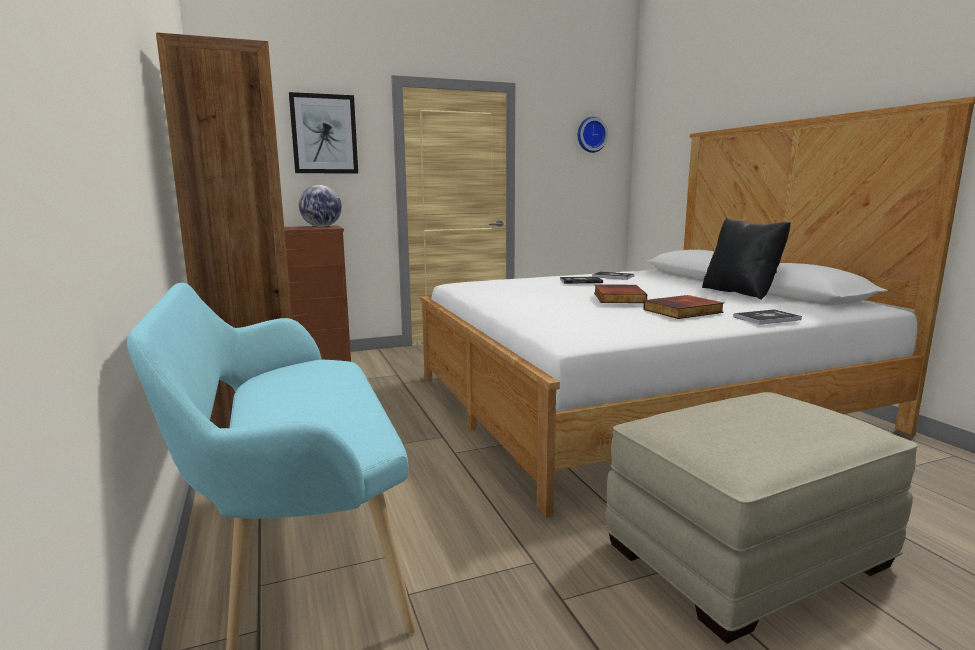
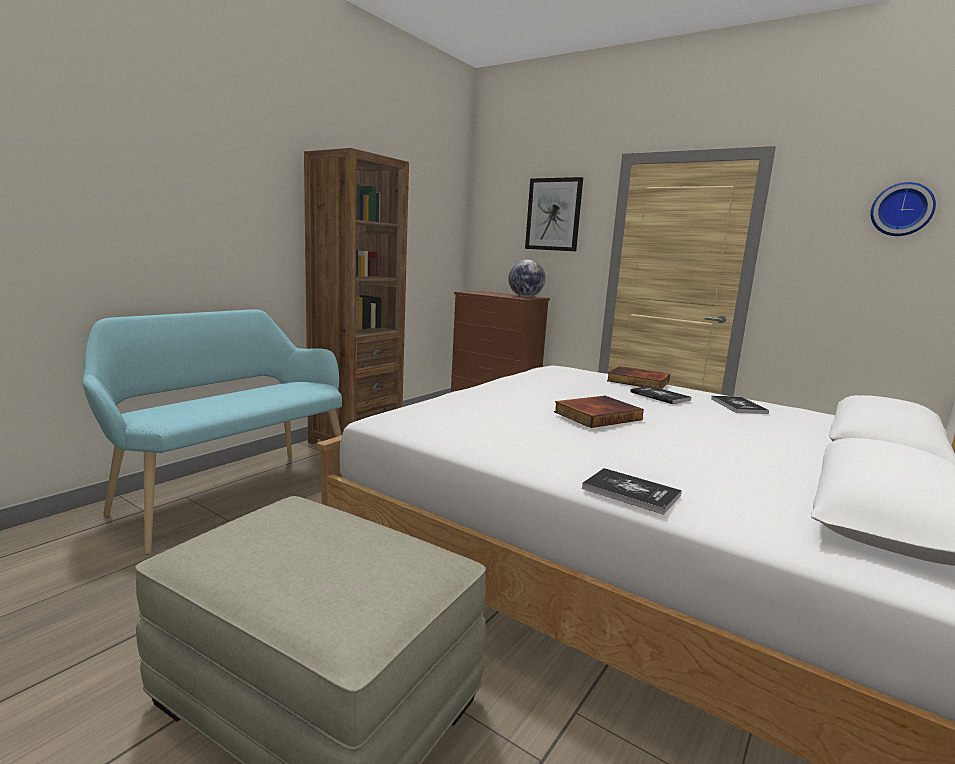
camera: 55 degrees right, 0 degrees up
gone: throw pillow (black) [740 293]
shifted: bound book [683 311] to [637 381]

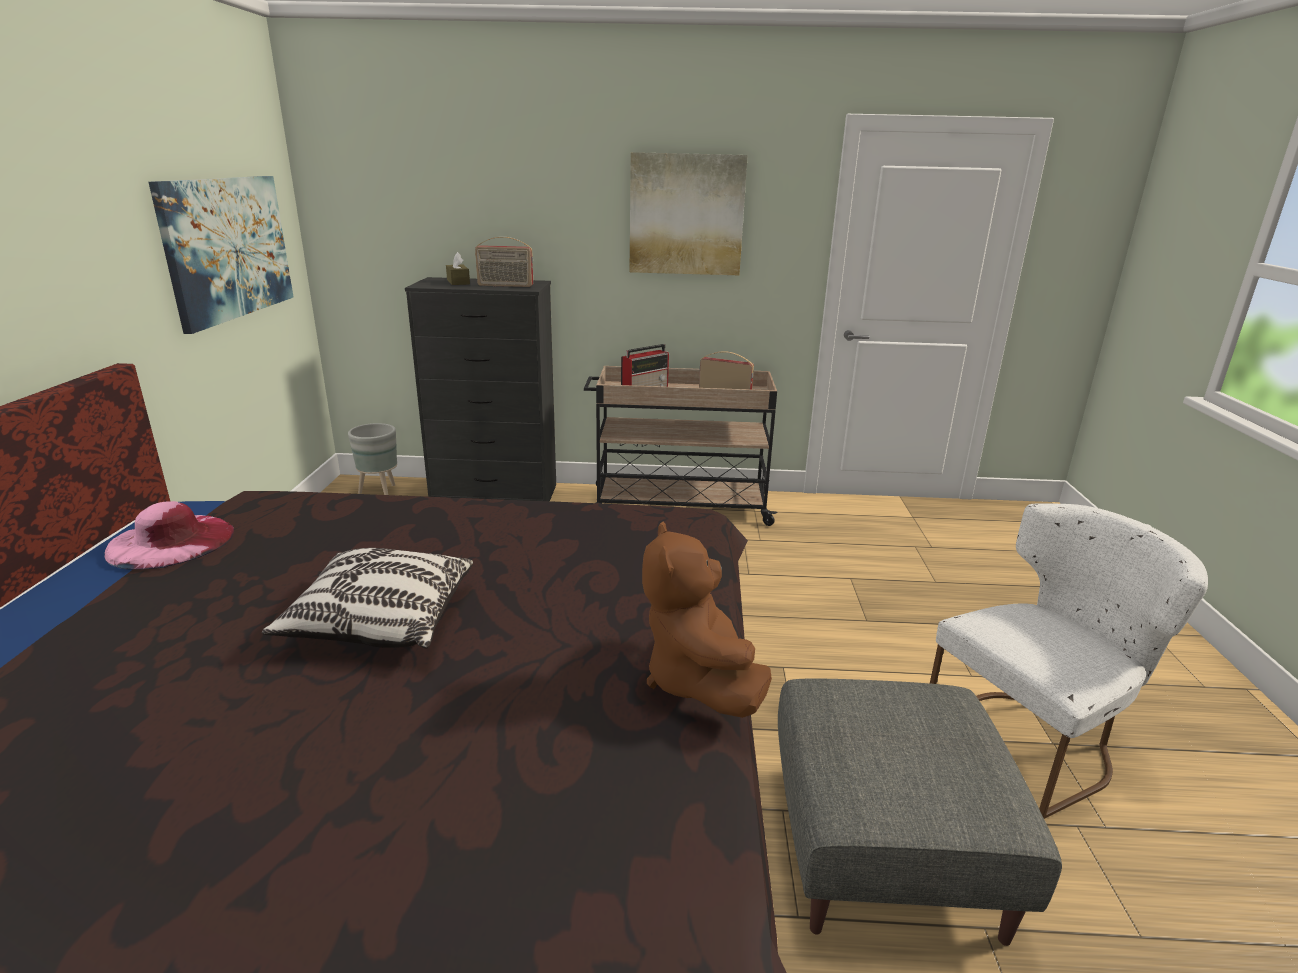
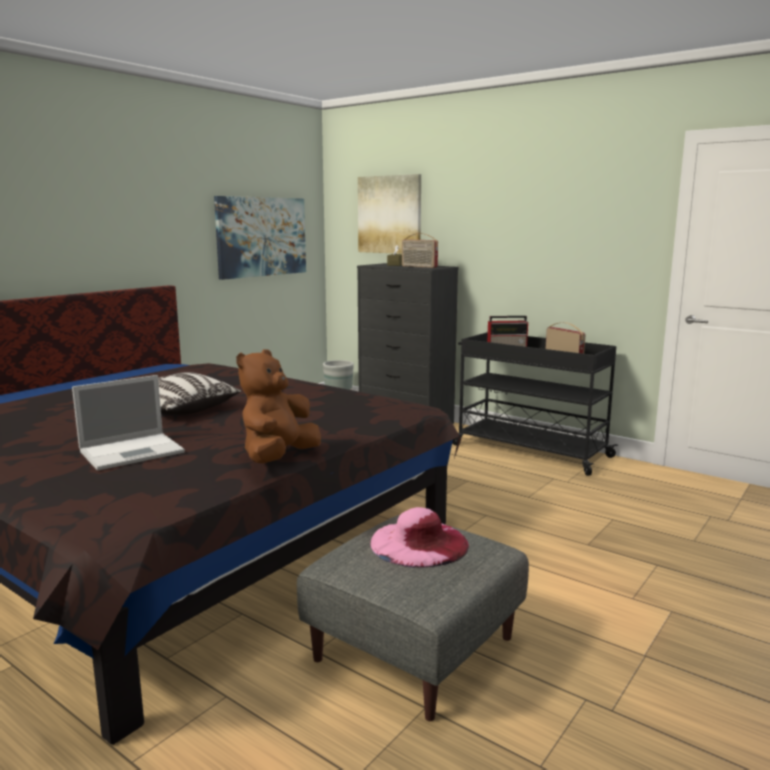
camera: 35 degrees right, 10 degrees down
gone: chair (white) [1031 741]
new: laptop [133 451]
shifted: picture [686 215] to [389 214]; hat (pinkish) [171 541] to [419 543]
repainted: wheeled cart (beige) [678 505] to wheeled cart (black) [528 450]

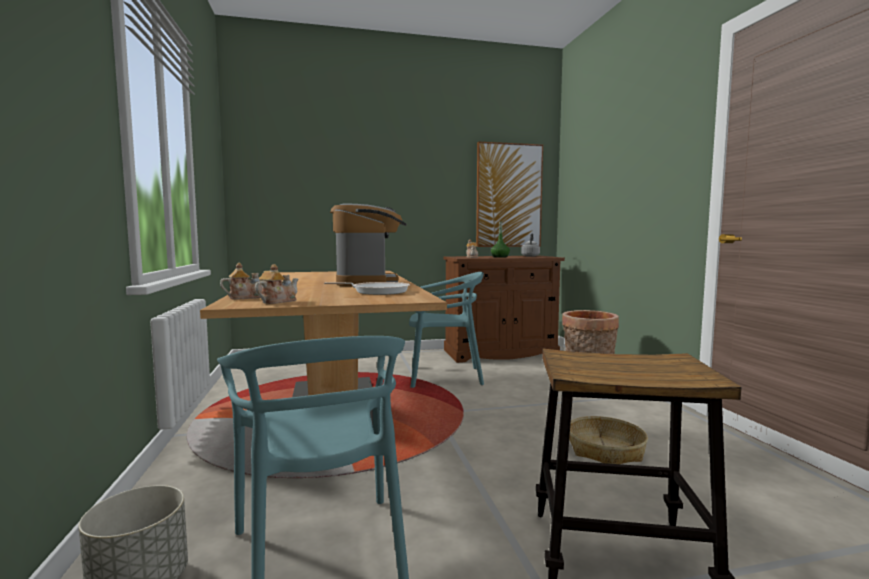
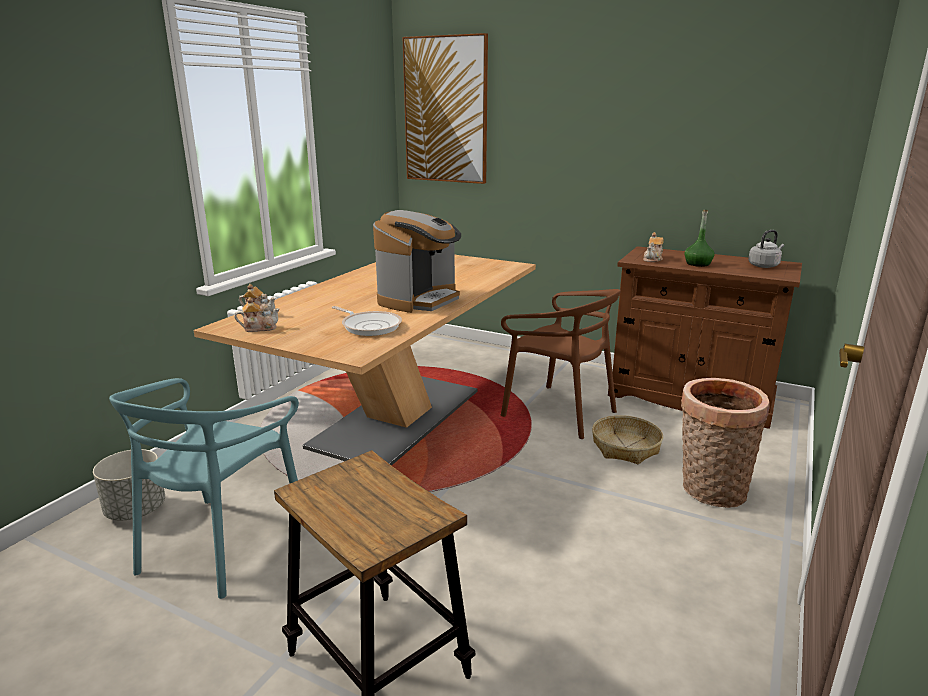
camera: 40 degrees right, 15 degrees up
shifted: picture [508 195] to [446 110]; storage basket [605 450] to [625 448]
repainted: chair (turquoise) [444 376] to chair (brownish) [559 412]

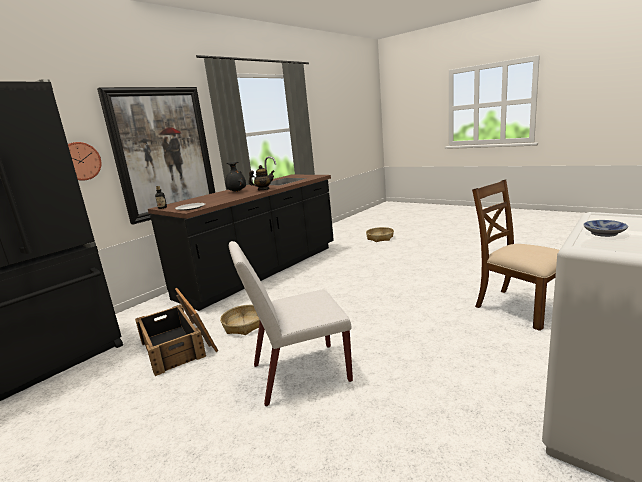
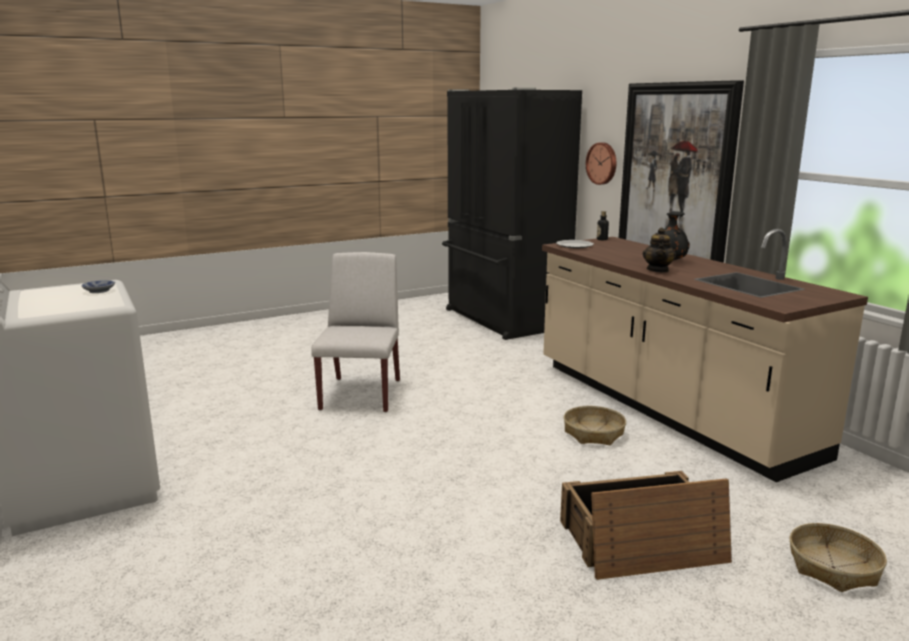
camera: 110 degrees right, 0 degrees up
gone: chair (brownish) [518 307]
shifted: shipping crate [179 345] to [640 542]; storage basket [244 325] to [593 433]
repainted: counter (black) [262 271] to counter (beige) [666 408]

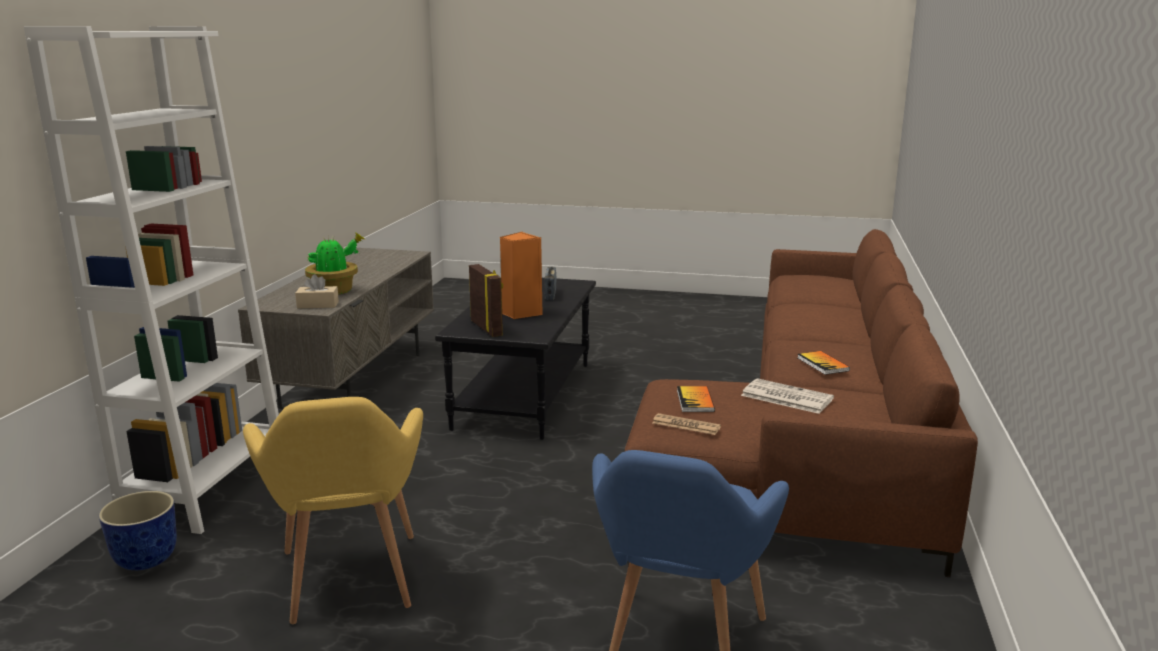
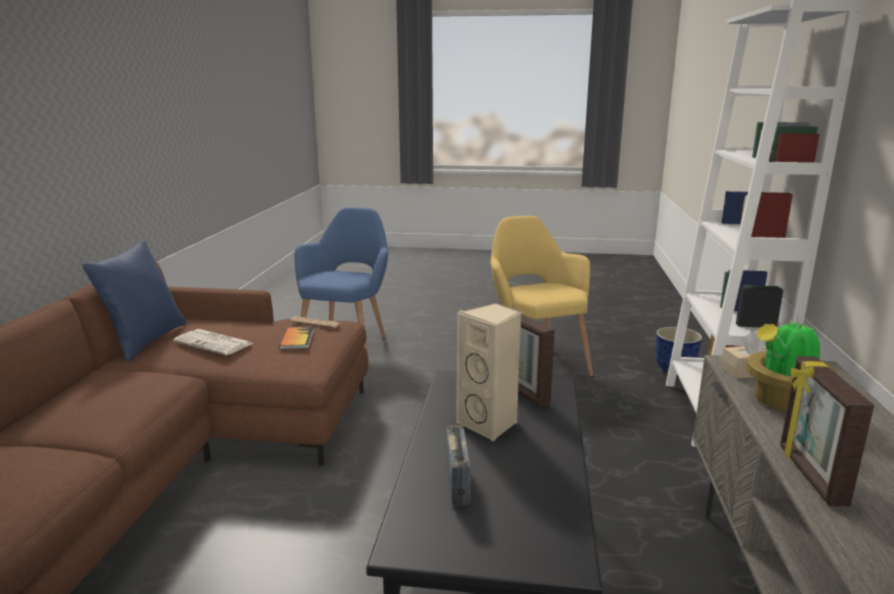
camera: 175 degrees right, 0 degrees up
gone: bound book [823 364]
new: throw pillow (blue) [145 341]; standing frame [810 475]
repainted: speaker (orange) [520 313] to speaker (beige) [489 424]

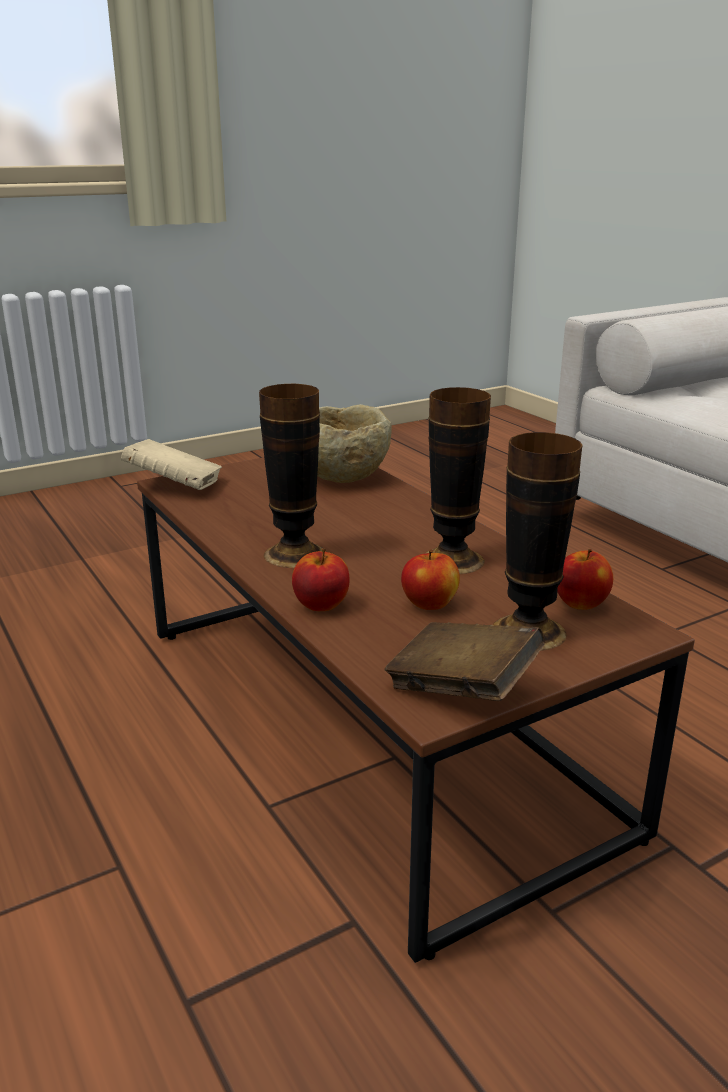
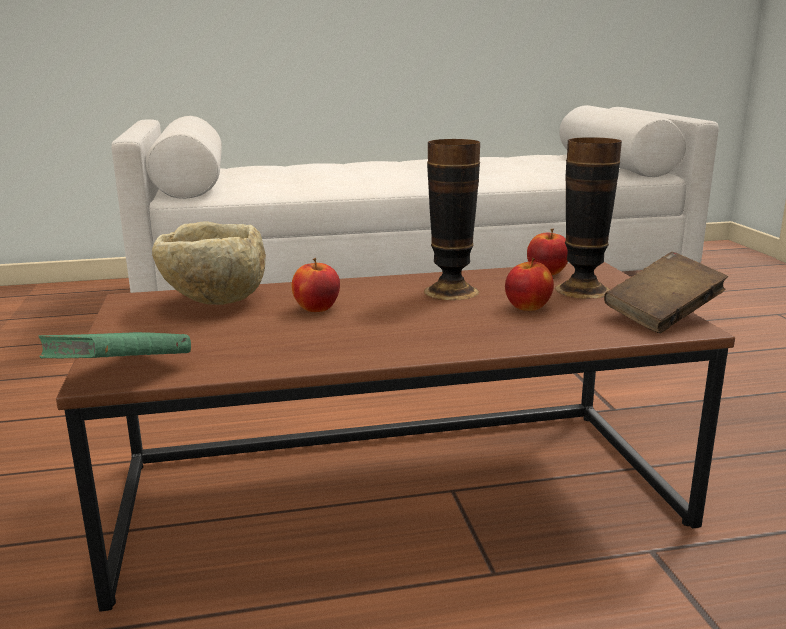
camera: 70 degrees left, 5 degrees down
gone: vase [294 554]
shifted: whole apple [321 605] to [316 309]
repainted: bound book (beige) [174 486] to bound book (green-coloured) [121 376]

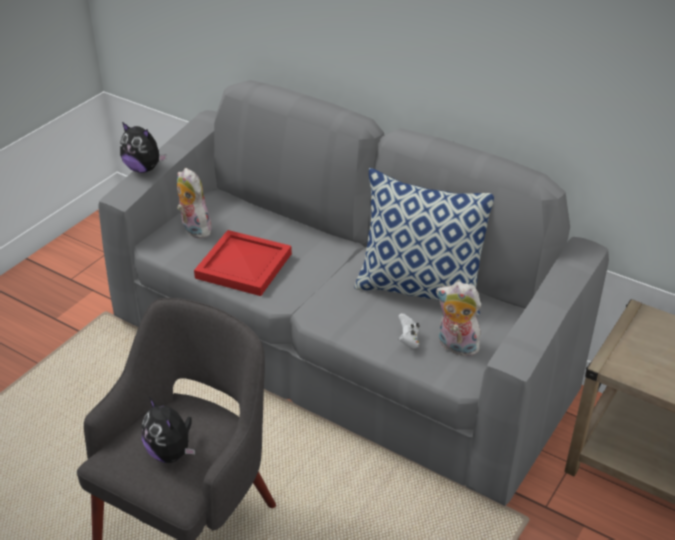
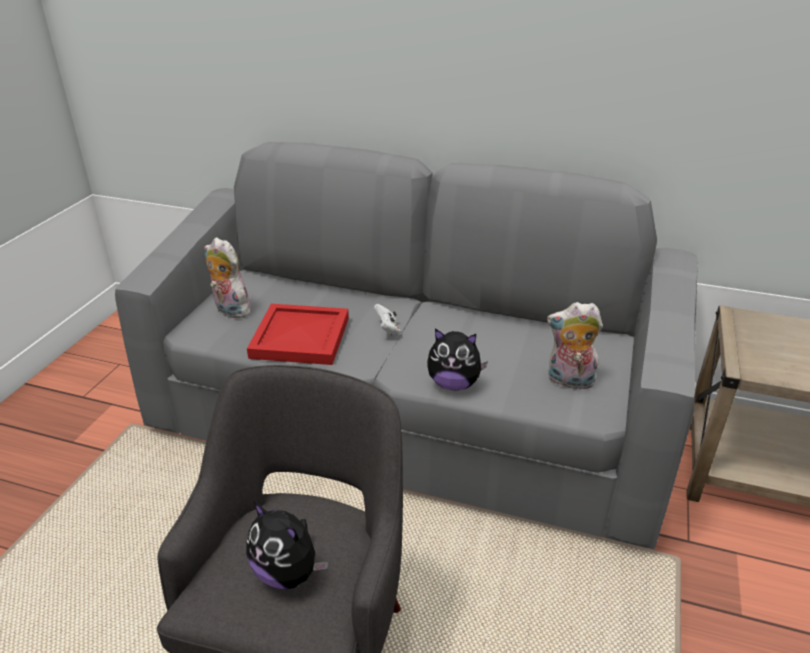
camera: 15 degrees left, 5 degrees down
gone: throw pillow [421 289]
shifted: game controller (white) [408 340] to [388 330]; plush toy [144 169] to [453 384]

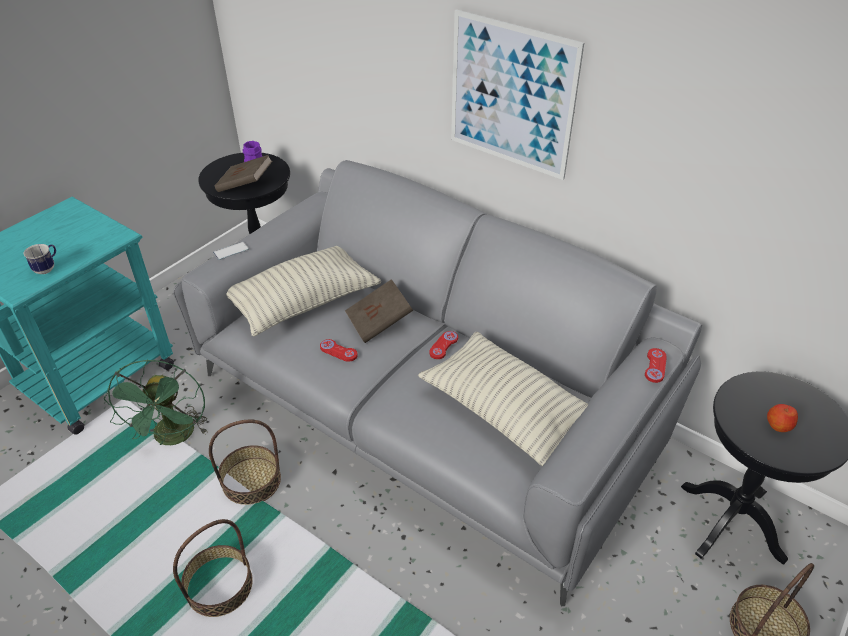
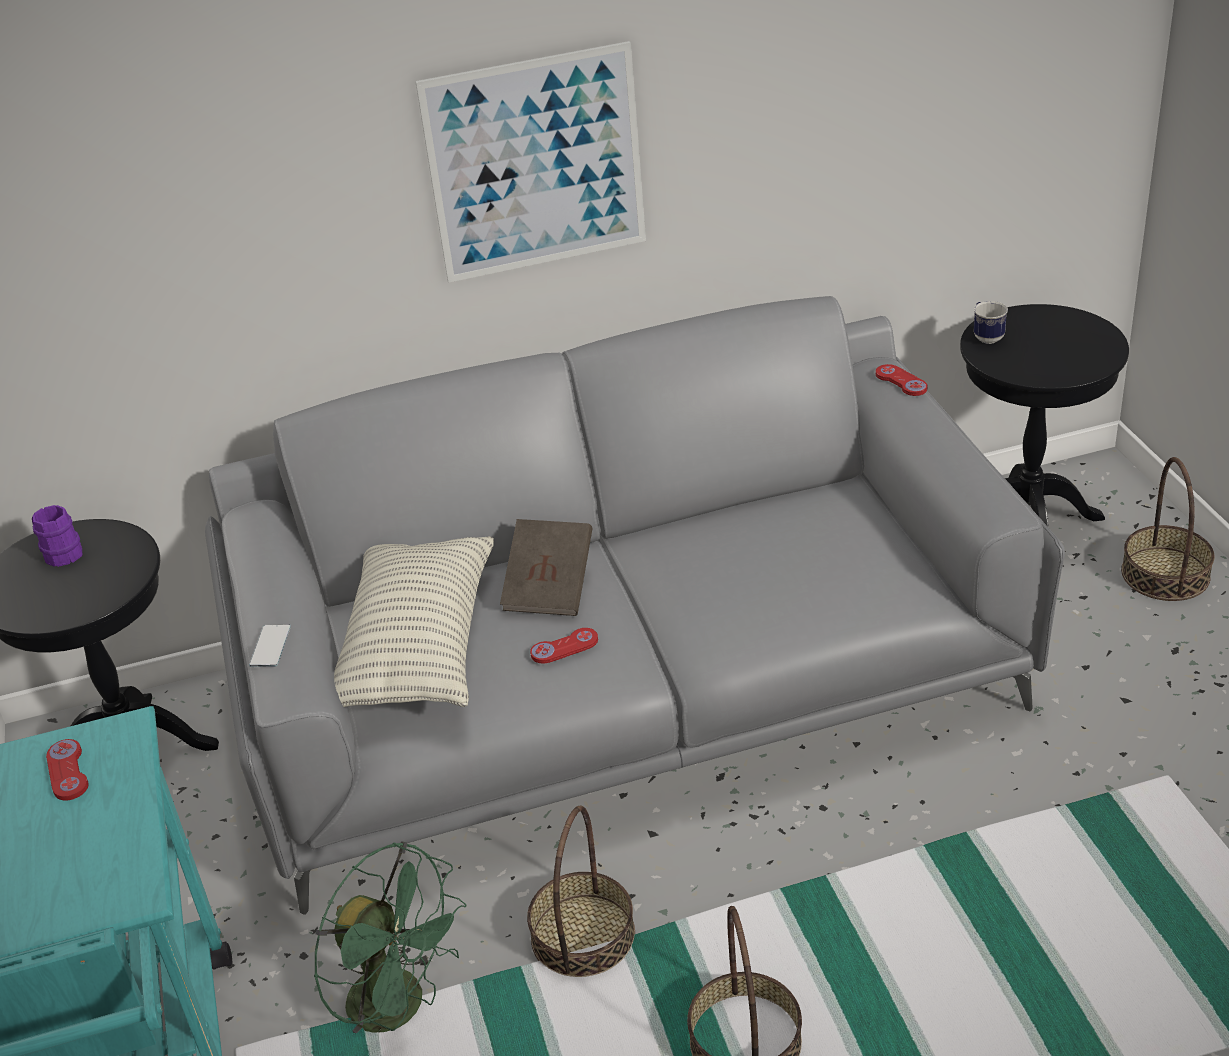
camera: 50 degrees left, 5 degrees down
gone: bound book (brownish) [245 185]; throw pillow [505 410]; whole apple [778 425]
shifted: game controller (reddish) [443 346] to [68 771]; tea mug [47 268] to [986 336]

